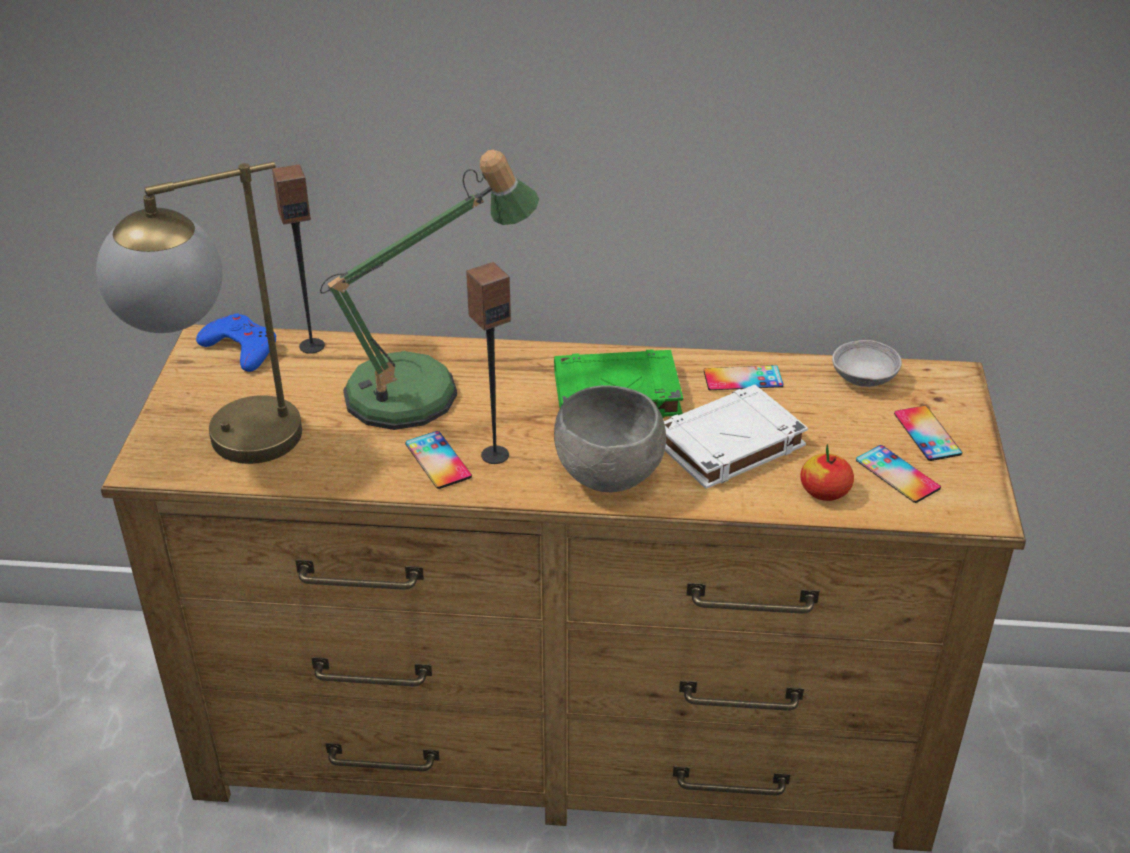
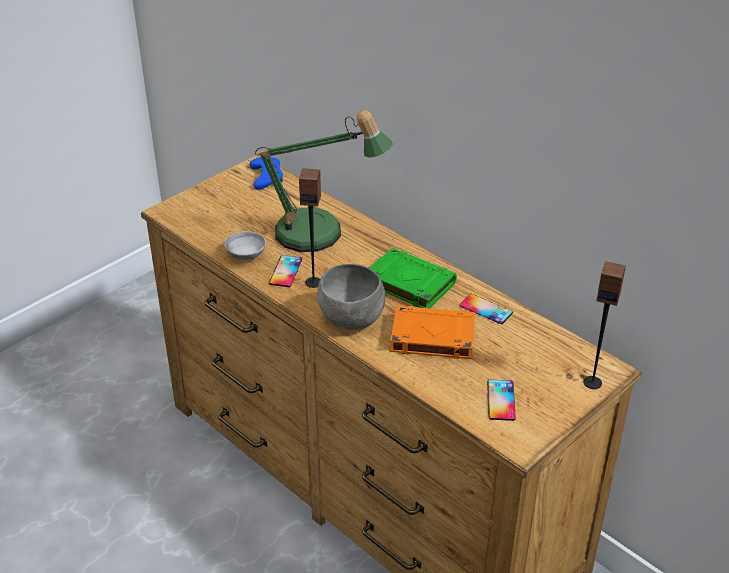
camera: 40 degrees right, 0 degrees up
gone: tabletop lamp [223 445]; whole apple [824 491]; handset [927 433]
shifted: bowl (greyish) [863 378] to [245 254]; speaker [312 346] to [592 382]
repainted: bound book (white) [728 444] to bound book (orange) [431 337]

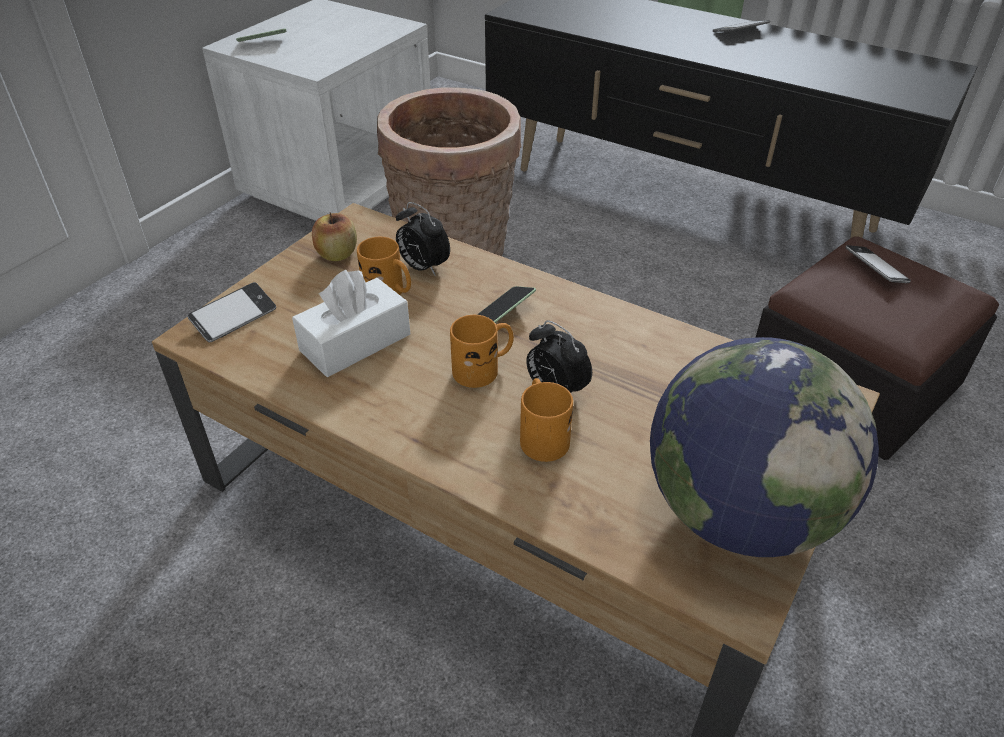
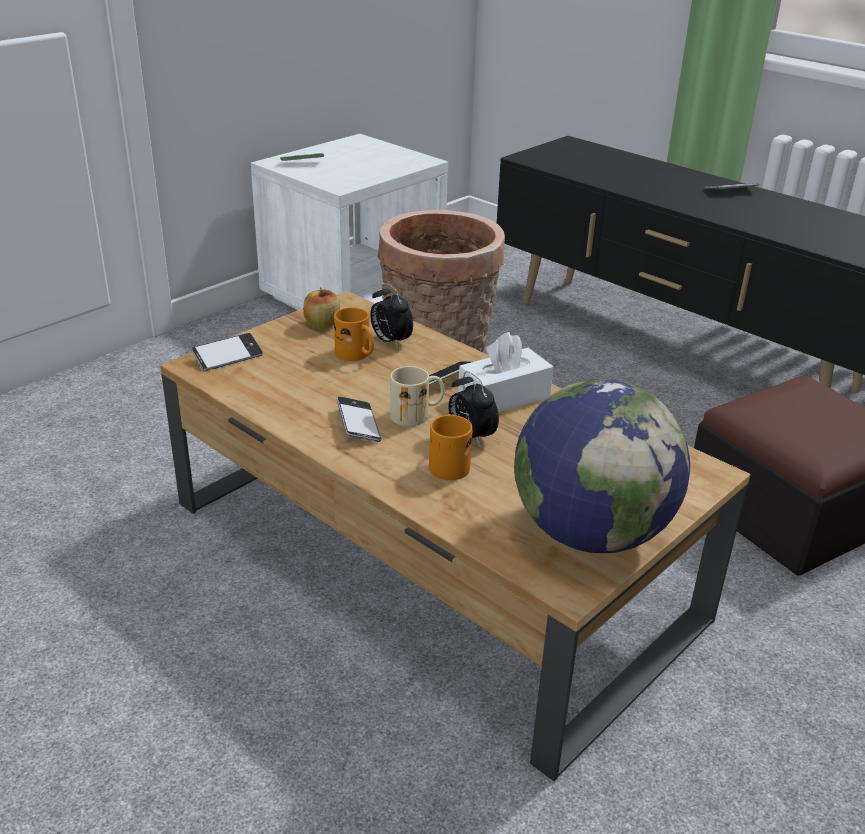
camera: 10 degrees right, 10 degrees down
shifted: handset [875 269] to [358 425]; tissue box (white) [355 342] to [504 397]
repainted: tea mug (orange) [483 368] to tea mug (beige) [417 414]

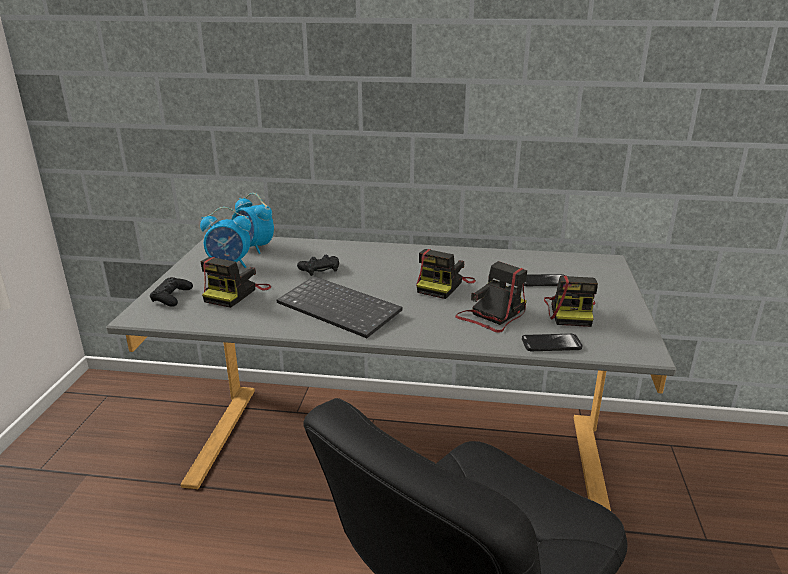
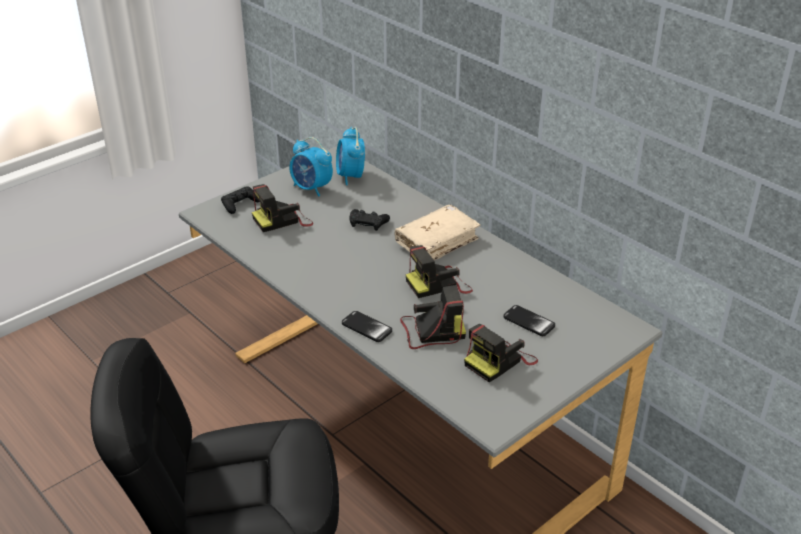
camera: 40 degrees right, 10 degrees up
gone: computer keyboard [341 308]
new: bound book (beige) [436 242]
shifted: handset [551 344] to [366 327]

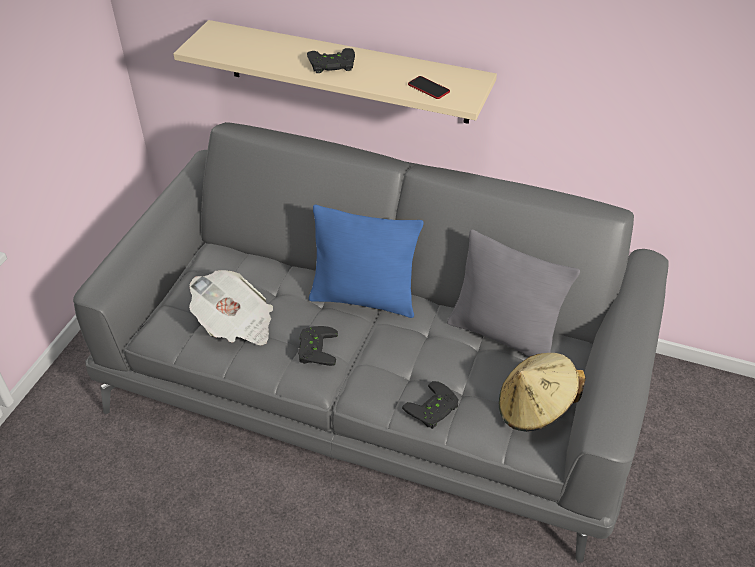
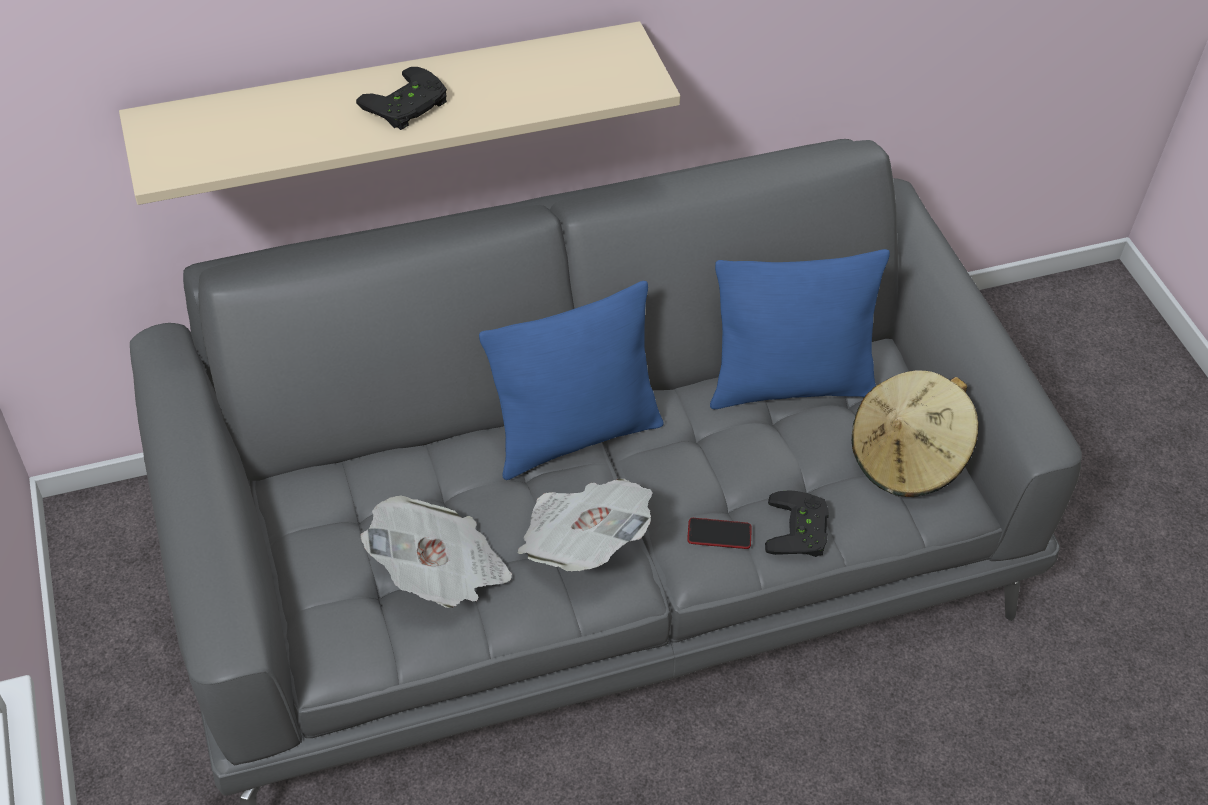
camera: 40 degrees left, 5 degrees up
shifted: handset [428 88] to [719 534]
swapped: game controller (black) [314 348] to newspaper [582 542]
repainted: throw pillow (greyish) [503 335] to throw pillow (blue) [789 385]

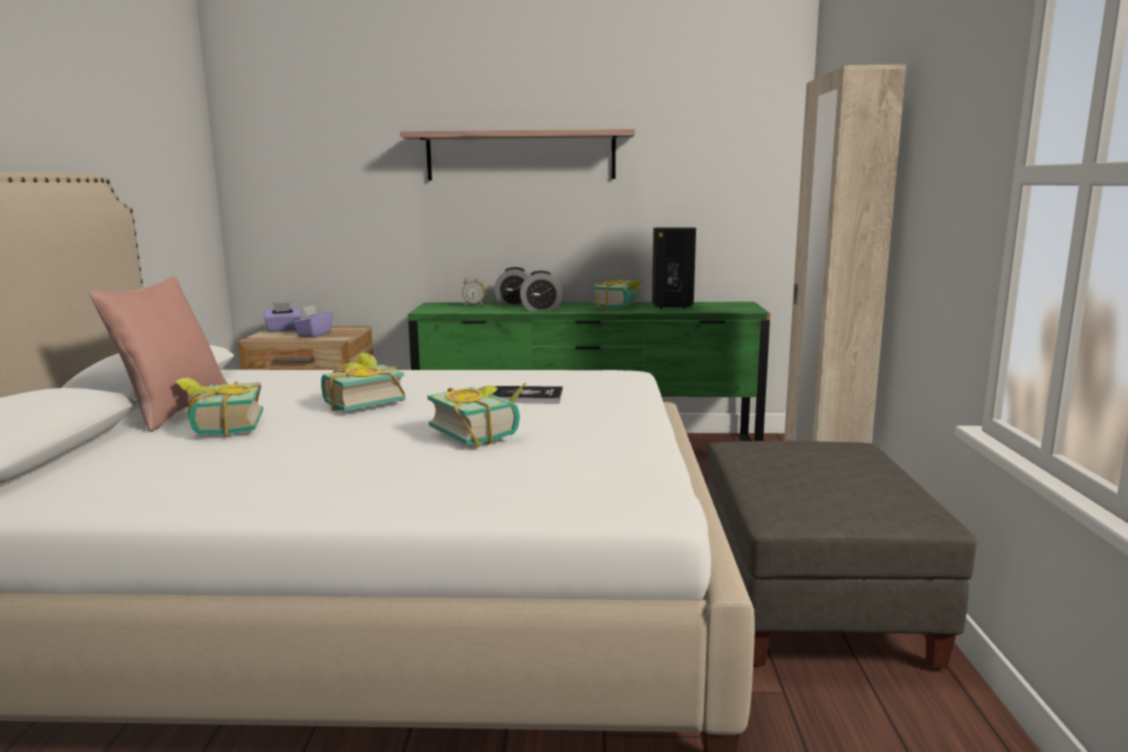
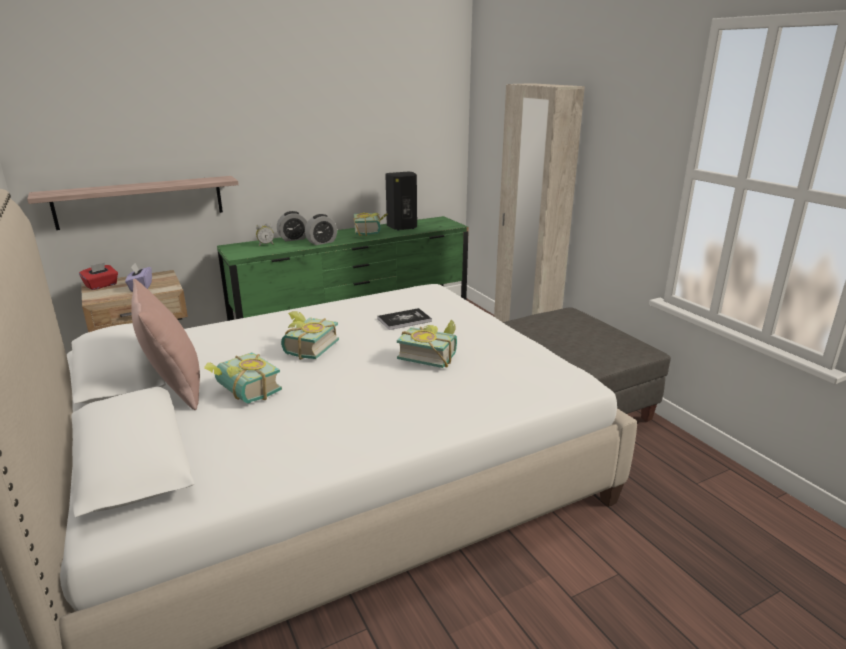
camera: 30 degrees left, 10 degrees up
shifted: wall shelf [520 156] to [140 202]
repainted: tissue box (purple-coloured) [284 329] to tissue box (reddish) [101 285]

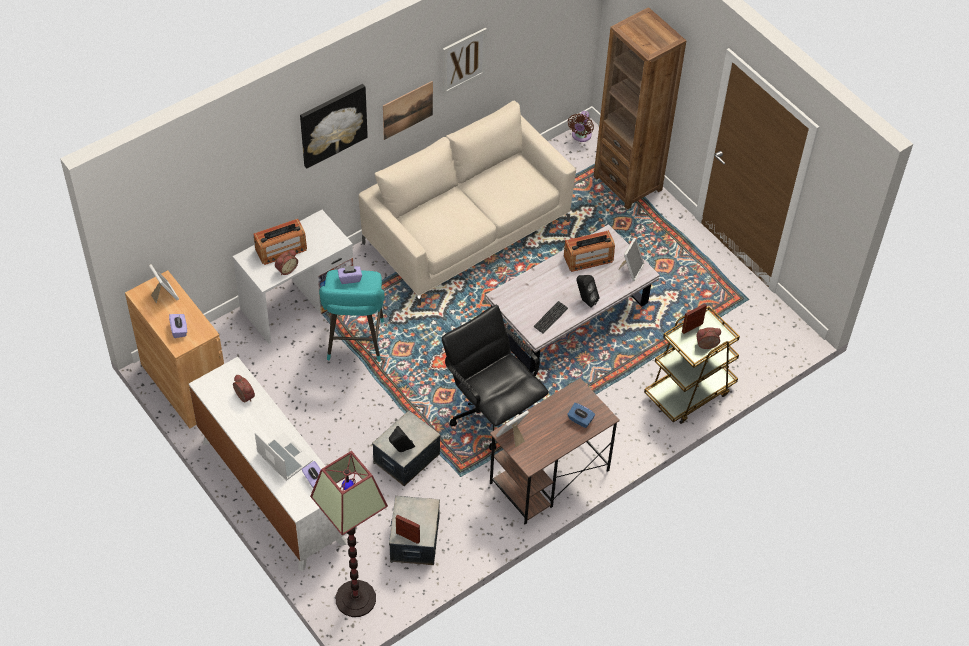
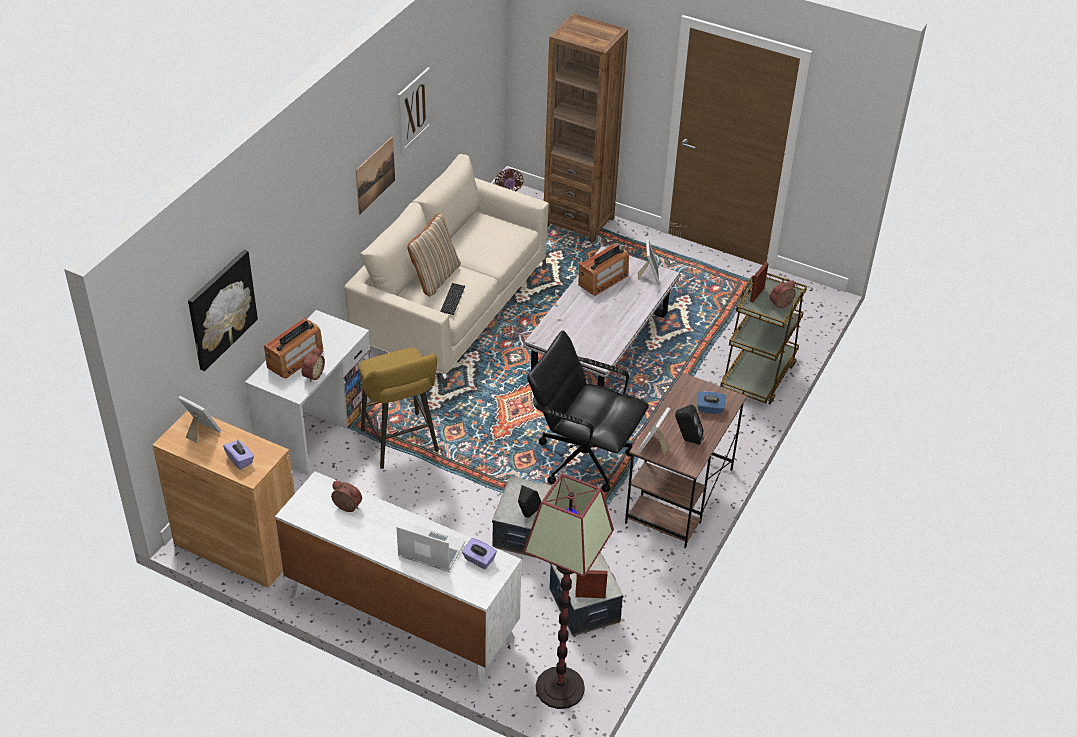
camera: 25 degrees left, 10 degrees down
gone: tissue box (purple-coloured) [350 278]
new: throw pillow (beige) [435 277]
shifted: picture [332 124] to [221 309]; computer keyboard [550 318] to [452 299]; speaker (black) [585 300] to [687 440]
repainted: sitting stool (turquoise) [355 344] to sitting stool (yellow-coloured) [401 444]

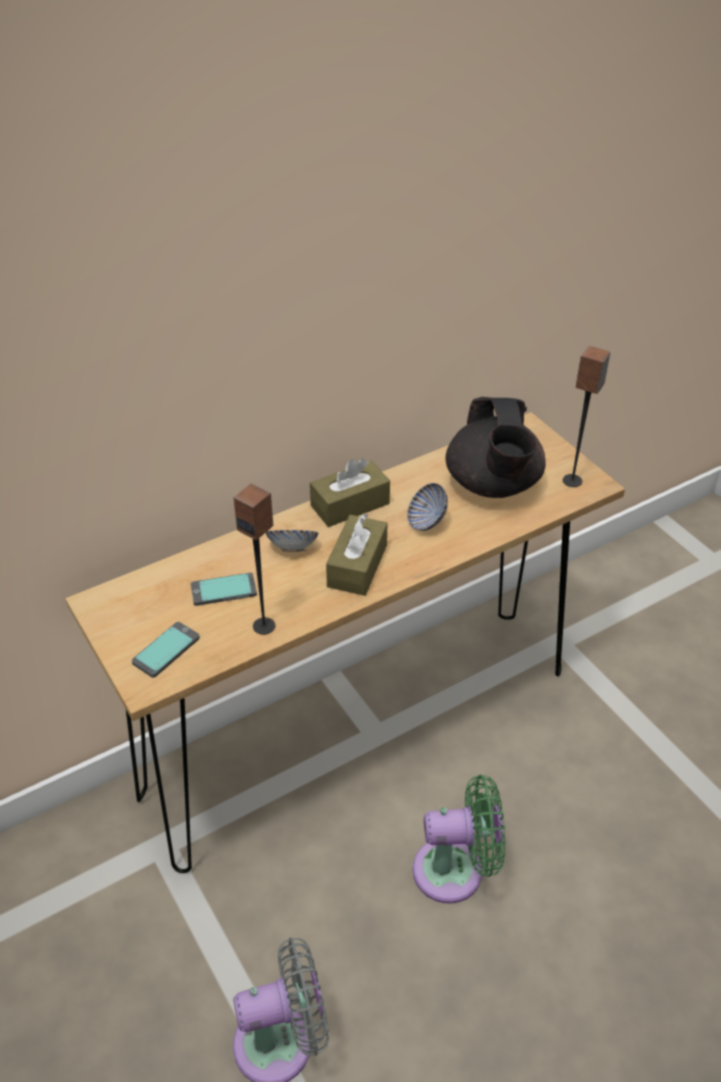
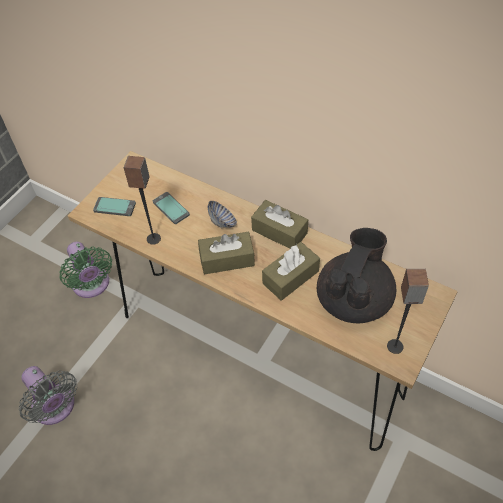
camera: 65 degrees right, 10 degrees up
shifted: cooling fan (green-coloured) [456 870] to [92 285]
swapped: bowl [426 521] to tissue box (brownish) [290 277]
rotated: teapot (black) [493 485] = [354 299] 150 degrees clockwise

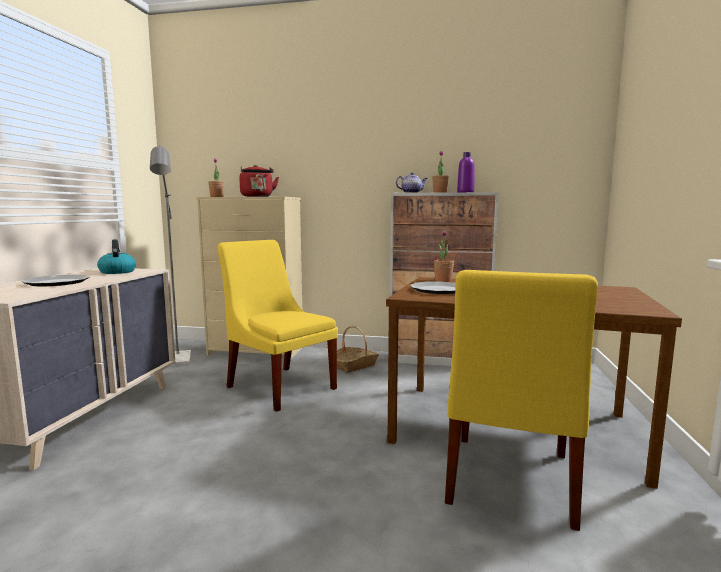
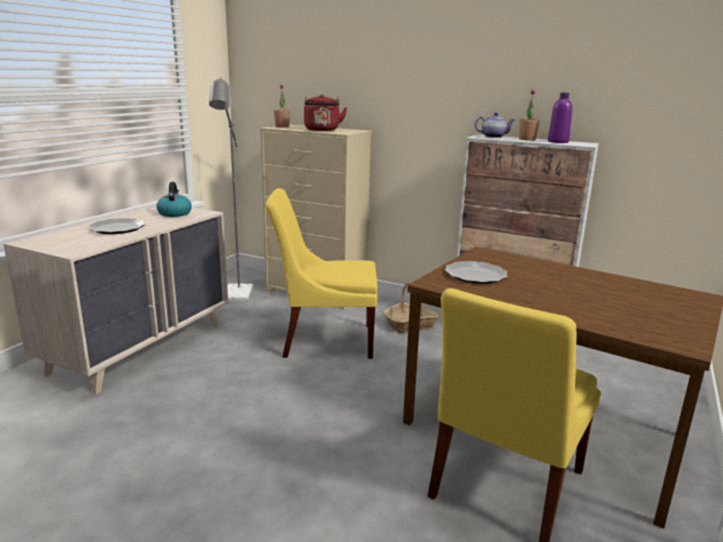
camera: 15 degrees right, 10 degrees up
gone: plant in a pot [443 280]
rotated: chair (yellow-coloured) [279 386] = [323 339] 60 degrees counterclockwise

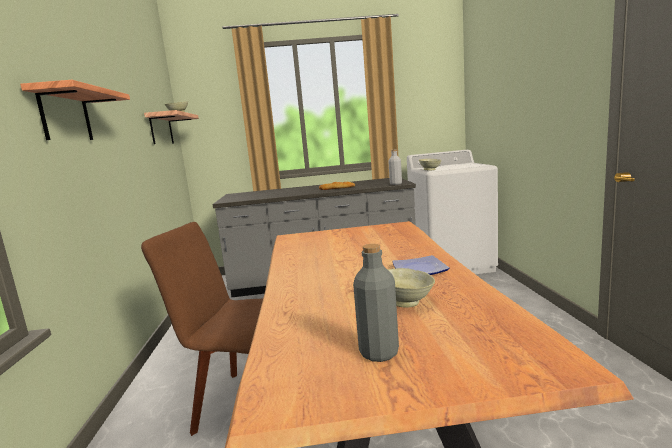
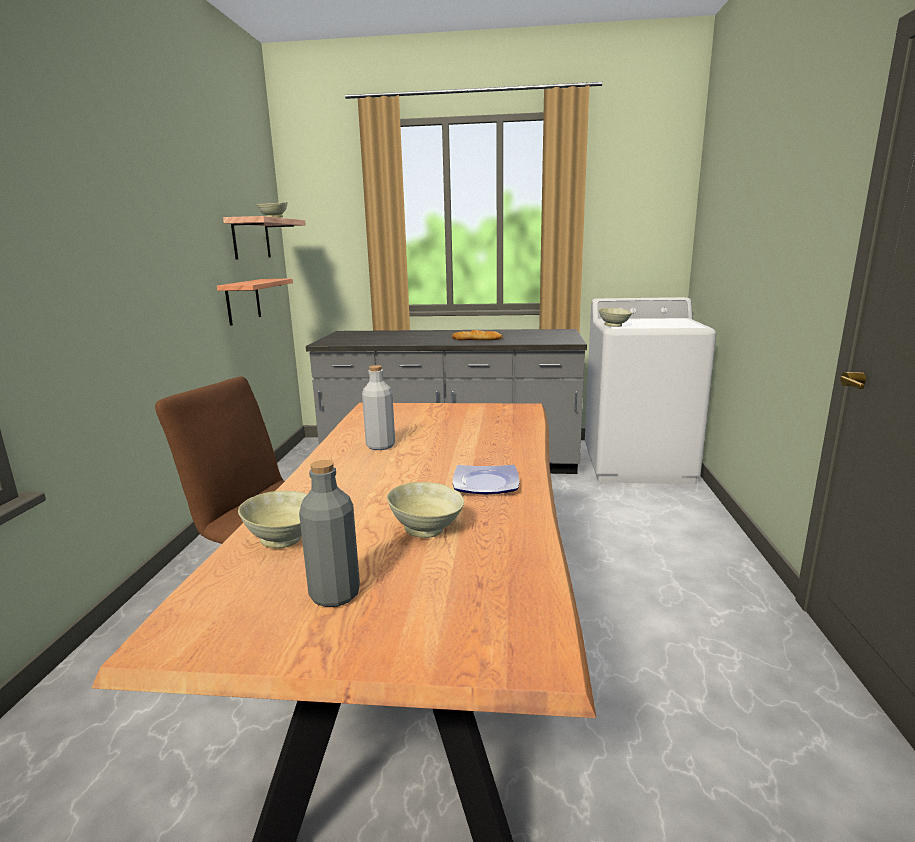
camera: 10 degrees right, 5 degrees up
new: bowl (beige) [284 540]
shifted: wall shelf [65 116] to [243 301]; bottle (greyish) [396 184] to [380 446]

